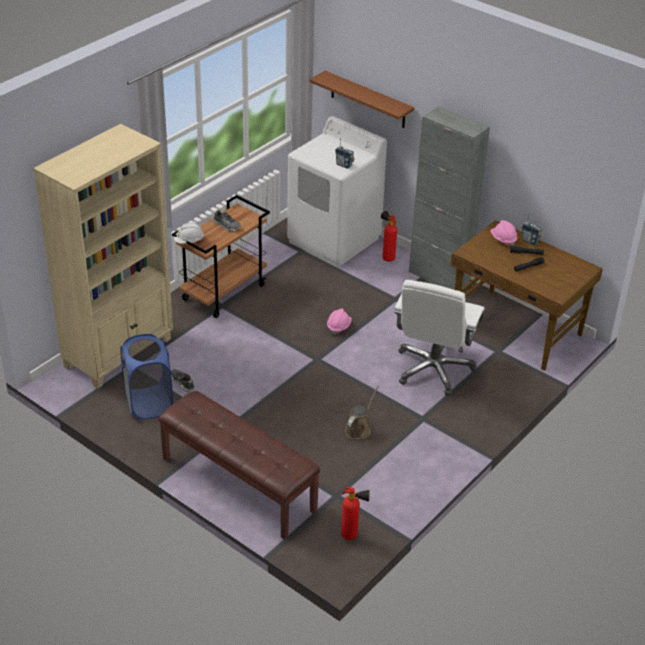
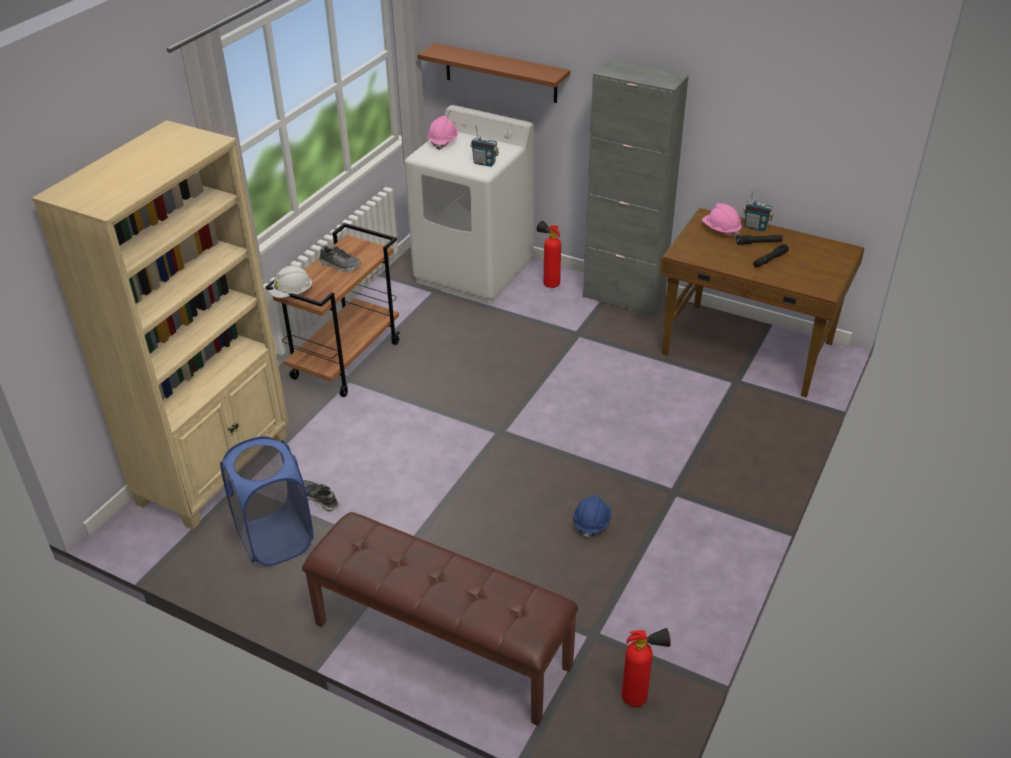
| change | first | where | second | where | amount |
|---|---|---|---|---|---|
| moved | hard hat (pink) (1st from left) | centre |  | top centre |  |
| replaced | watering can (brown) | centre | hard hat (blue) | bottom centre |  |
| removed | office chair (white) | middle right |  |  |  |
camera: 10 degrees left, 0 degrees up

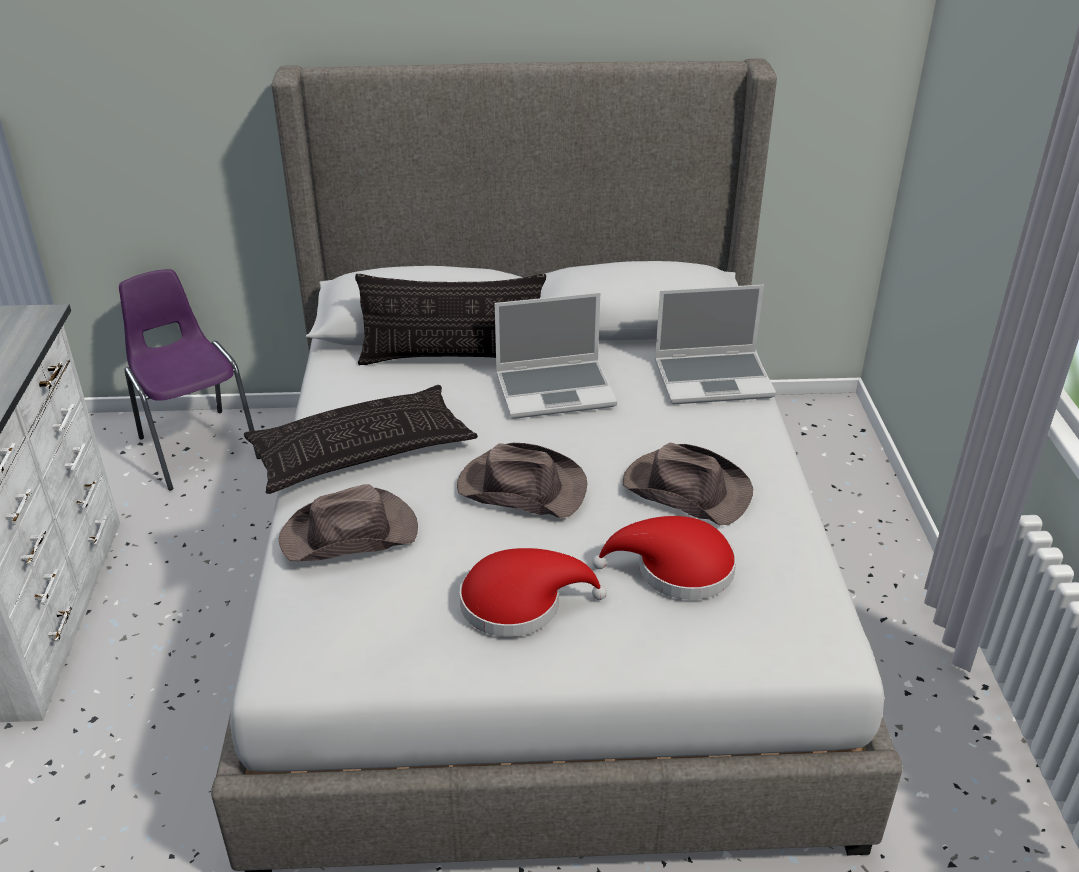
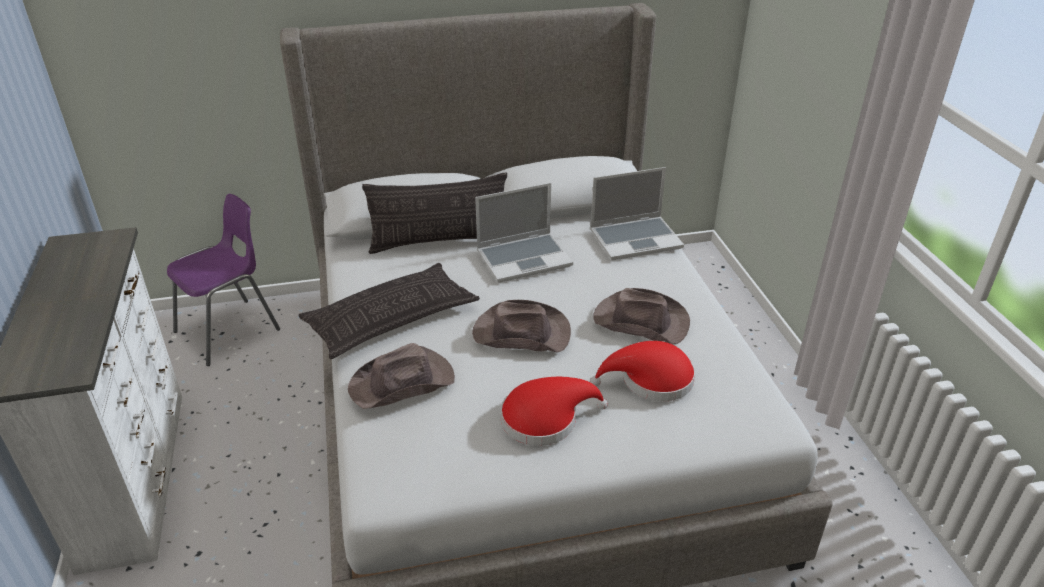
| change | first | where | second | where | amount |
|---|---|---|---|---|---|
| turned | chair (purple) | middle left |  | middle left | 90 degrees clockwise |
camera: 10 degrees left, 0 degrees up

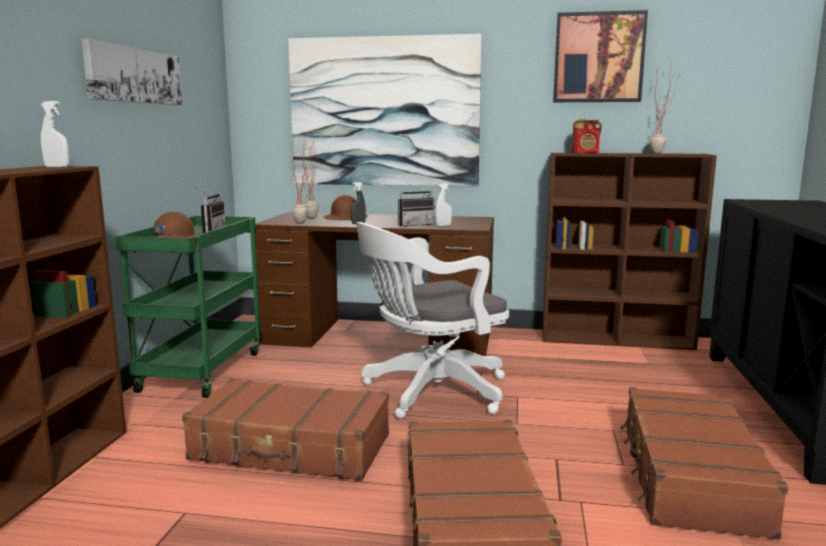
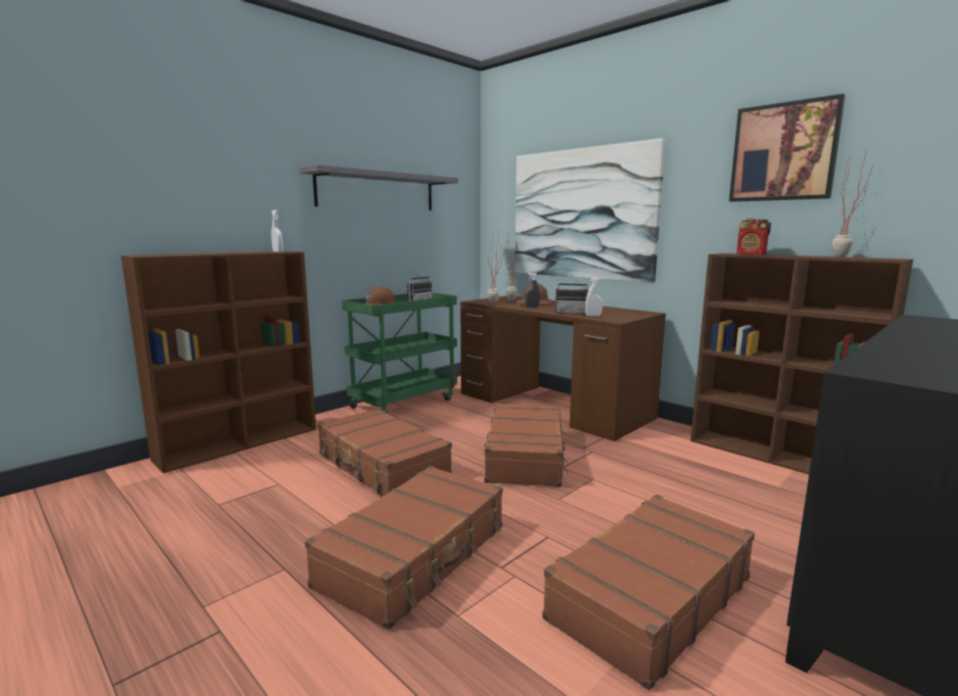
| change | first | where | second | where | amount |
|---|---|---|---|---|---|
| replaced | picture (1st from left) | top left | shelf (grey) | top centre |  |
| replaced | office chair (white) | centre | suitcase (brown) (3rd from left) | centre |  |
camera: 35 degrees right, 0 degrees up

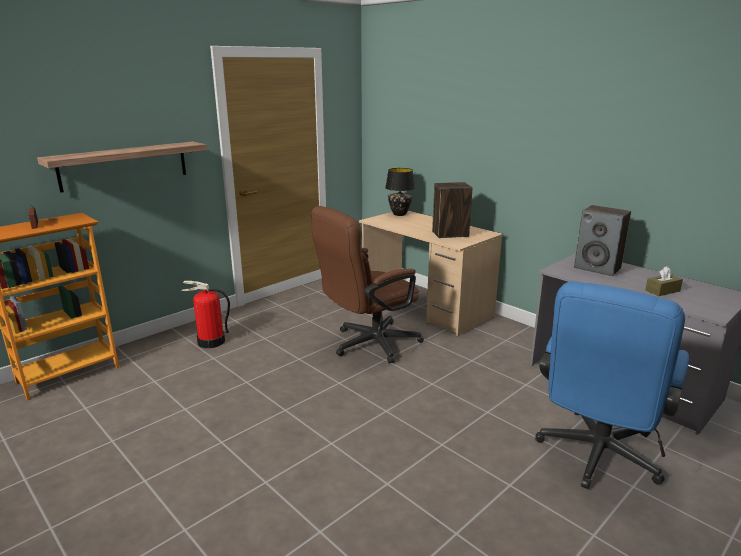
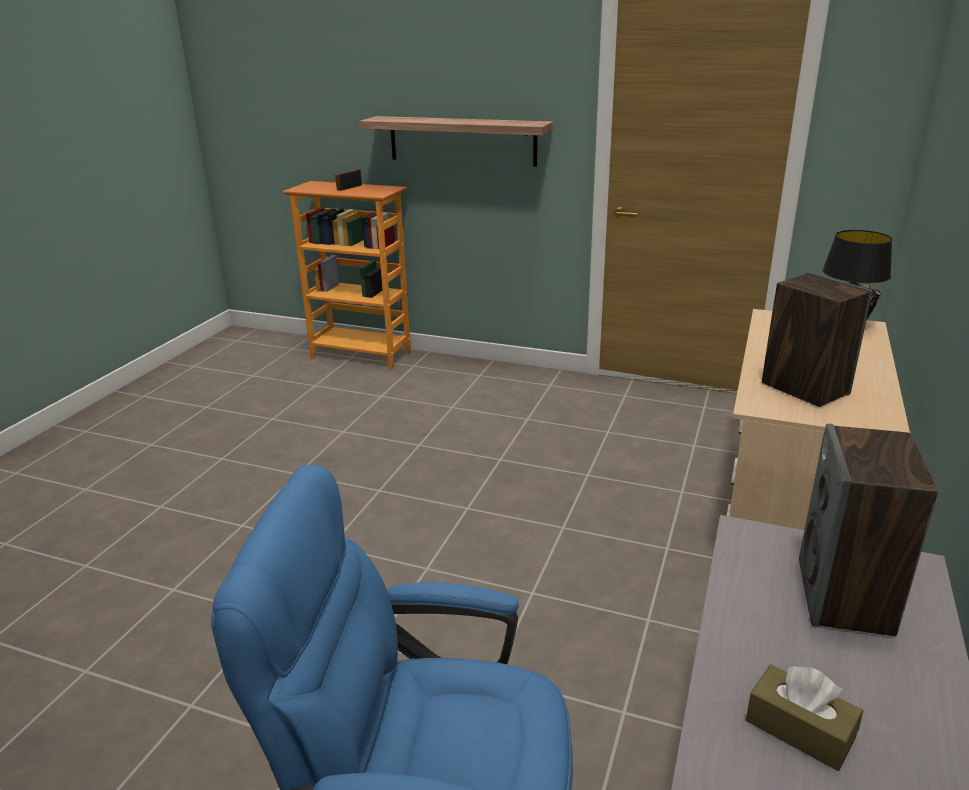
| change | first | where | second | where | amount |
|---|---|---|---|---|---|
| removed | fire extinguisher | middle left |  |  |  |
| removed | office chair (brown) | centre |  |  |  |
camera: 65 degrees right, 5 degrees up

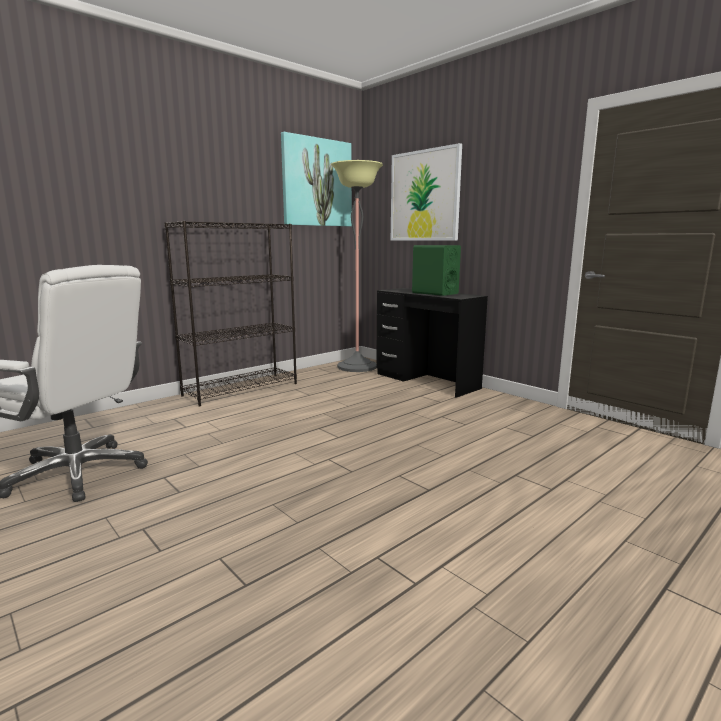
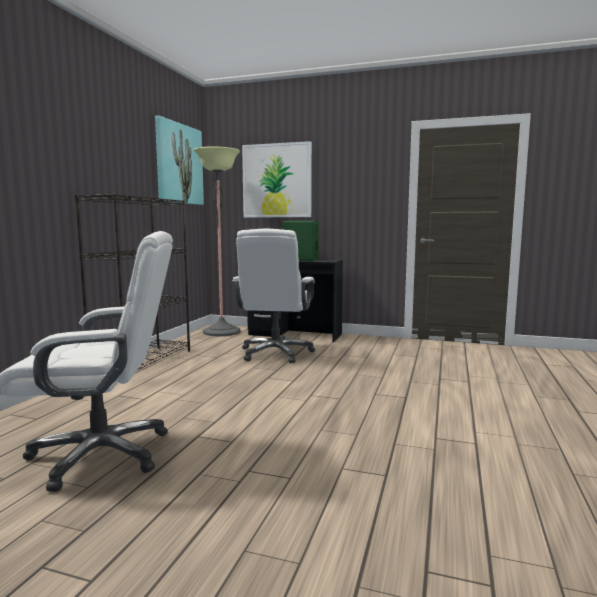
| change | first | where | second | where | amount |
|---|---|---|---|---|---|
| added |  |  | office chair (white) (2nd from left) | centre |  |
camera: 30 degrees left, 5 degrees down

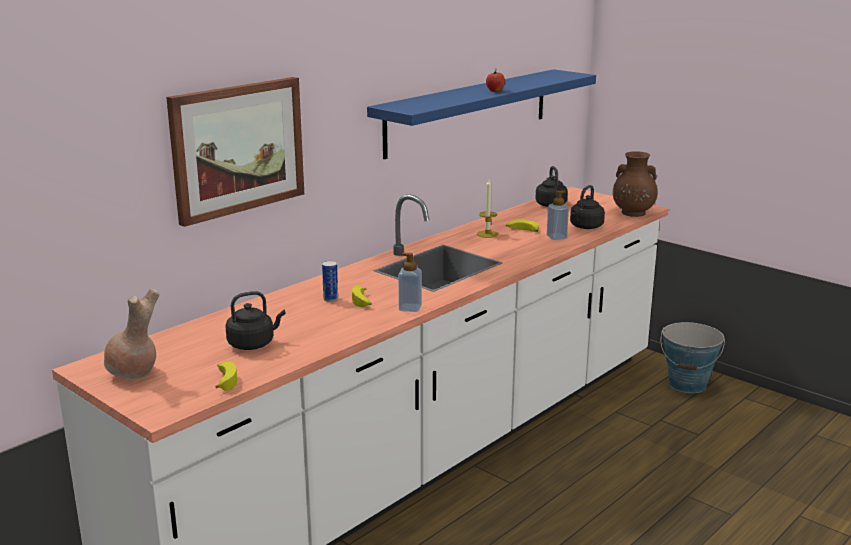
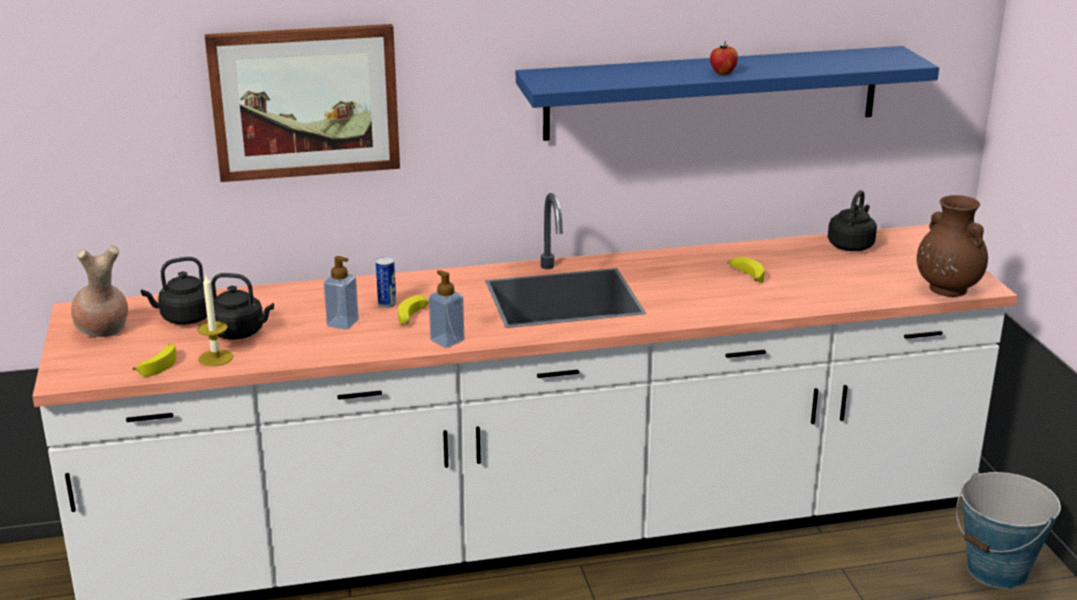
| change | first | where | second | where | amount |
|---|---|---|---|---|---|
| moved | candle | centre |  | middle left |  |
| moved | soap dispenser (2nd from left in the first image) | centre | soap dispenser (1st from left) | middle left |  |
| moved | kettle (black) (3rd from left in the first image) | middle right | kettle (black) (1st from left) | middle left |  |
camera: 35 degrees right, 5 degrees up

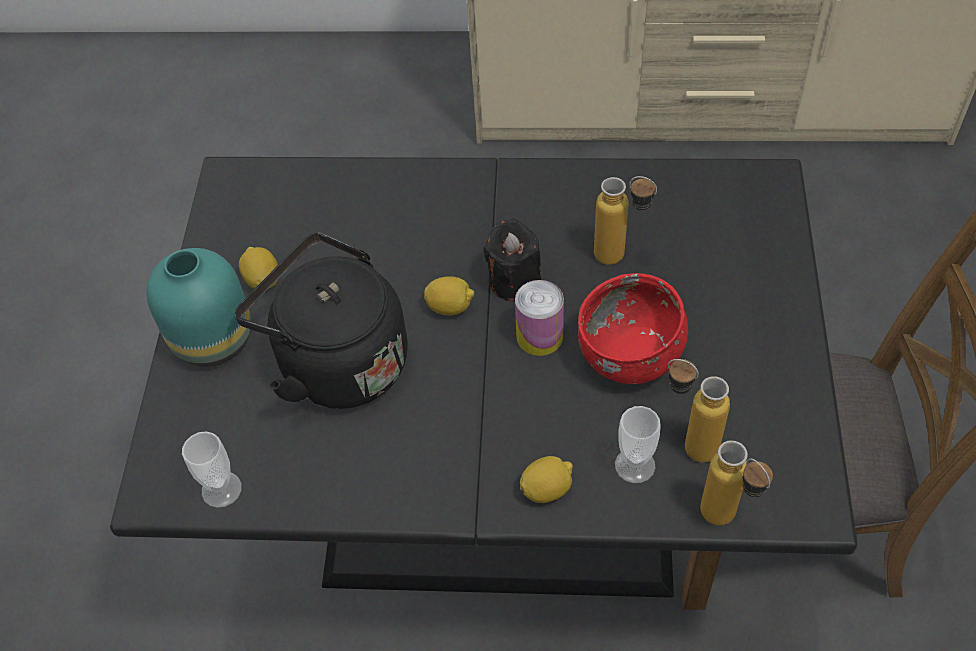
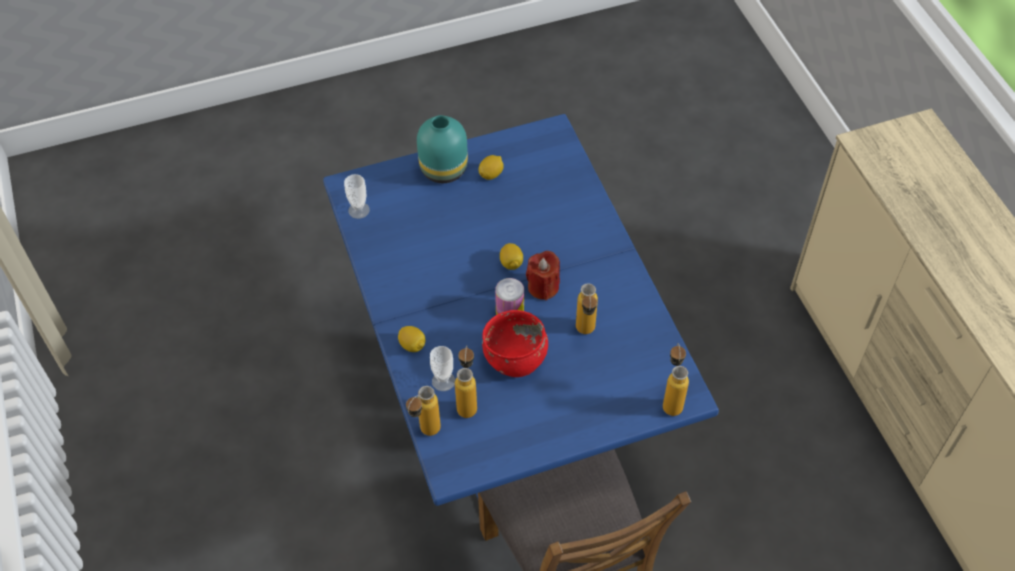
| change | first | where | second | where | amount |
|---|---|---|---|---|---|
| recoloured | dining table (black) | centre | dining table (blue) | centre |  |
| removed | kettle (black) | middle left |  |  |  |
| recoloured | candle (black) | centre | candle (red) | centre |  |
| added |  |  | bottle (4th from left) | centre |  |
camera: 65 degrees right, 0 degrees up

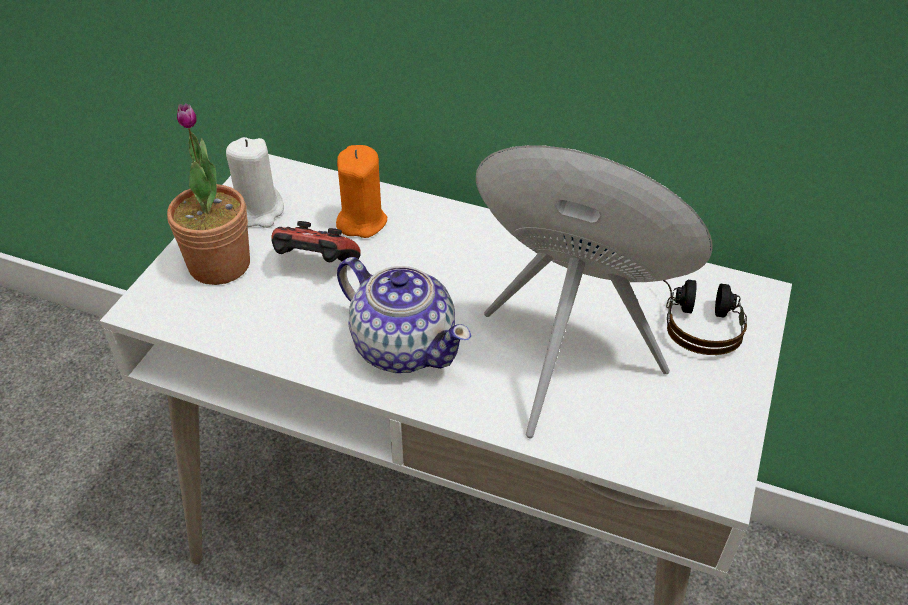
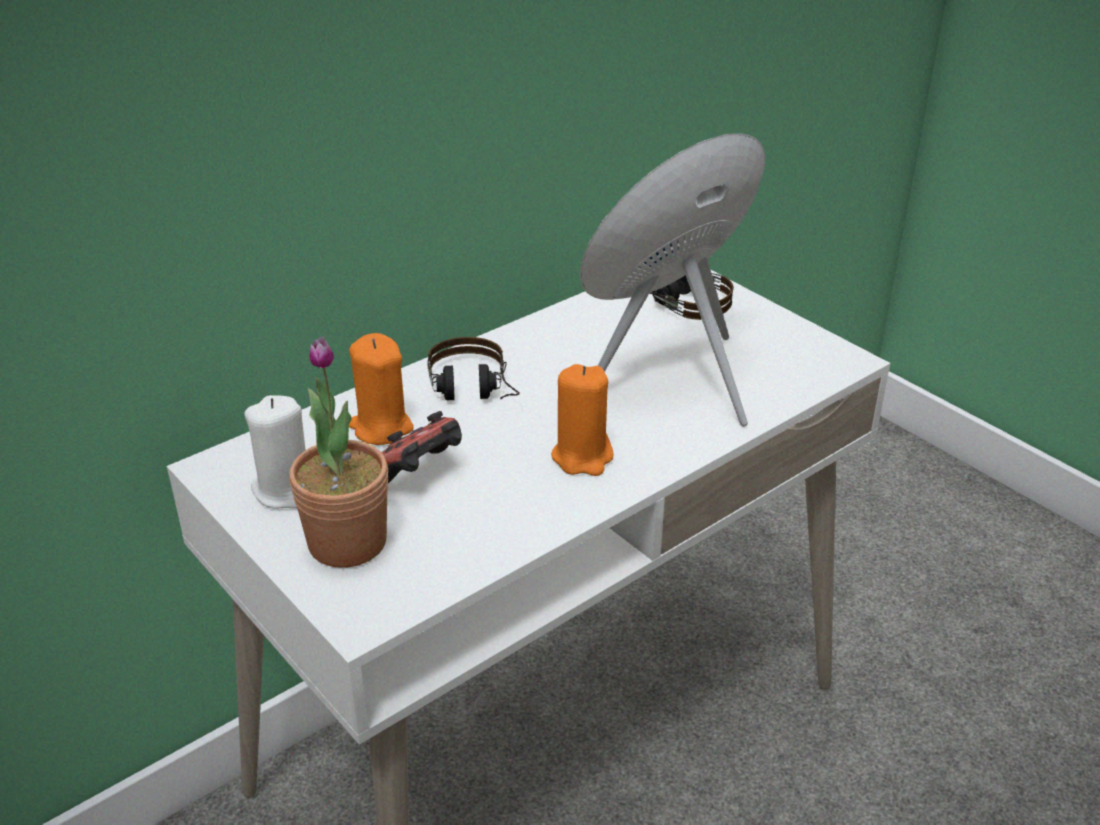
| change | first | where | second | where | amount |
|---|---|---|---|---|---|
| replaced | teapot | centre | candle (orange) (2nd from left) | centre |  |
| added |  |  | headphones (1st from left) | centre |  |
camera: 60 degrees left, 10 degrees down

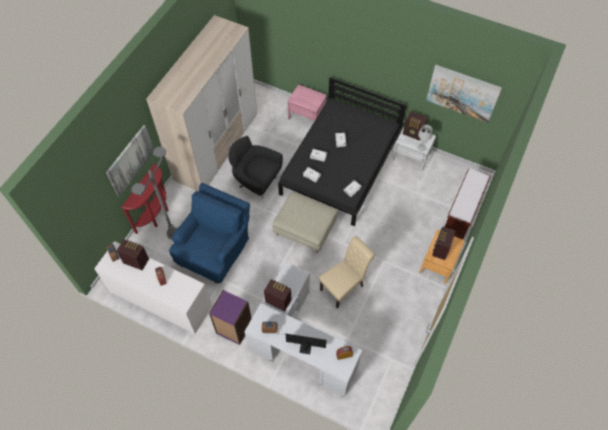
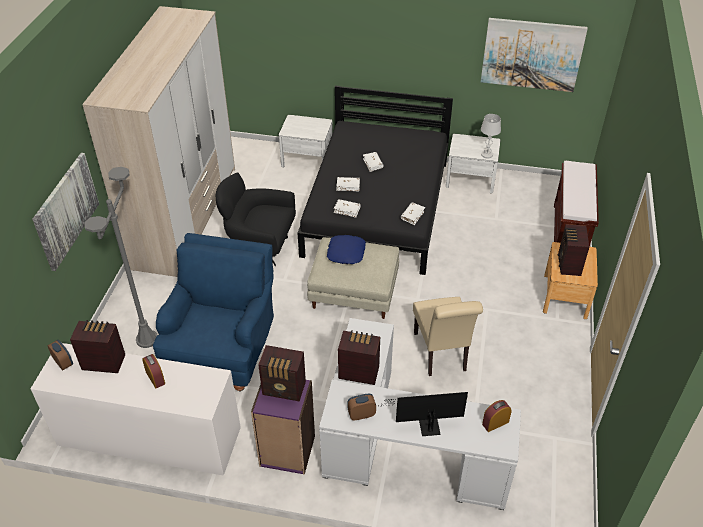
| change | first | where | second | where | amount |
|---|---|---|---|---|---|
| removed | console table (red) | middle left |  |  |  |
| recoloured | nightstand (pink) | top centre | nightstand (white) (1st from left) | top centre |  |
| turned | chair (beige) | centre |  | centre | 135 degrees clockwise |
| moved | radio (3rd from left in the first image) | top right | radio (2nd from left) | bottom centre |  |
| added |  |  | pillow (blue) | centre |  |
camera: 15 degrees left, 15 degrees down

